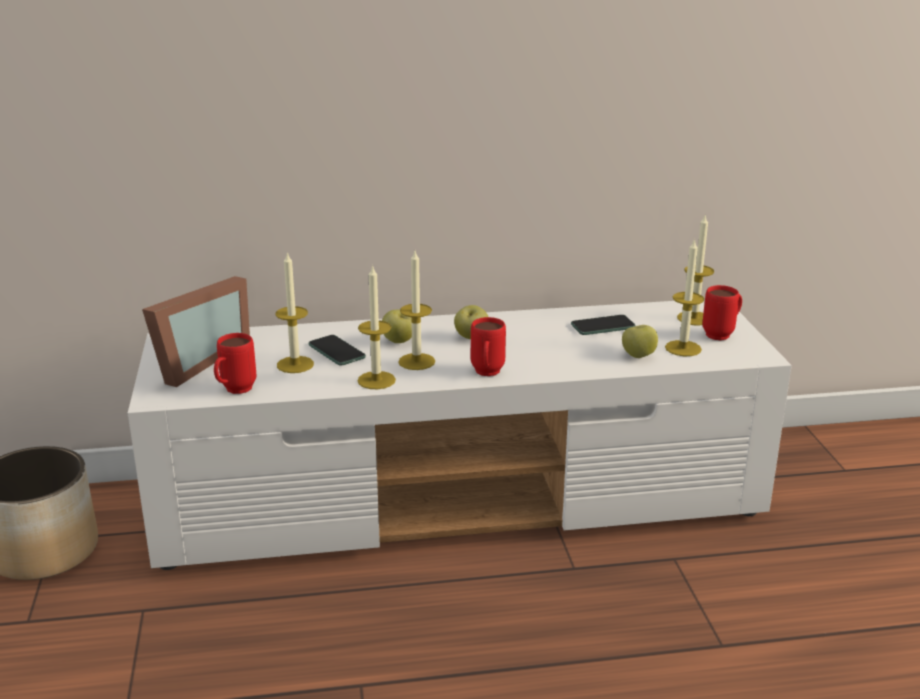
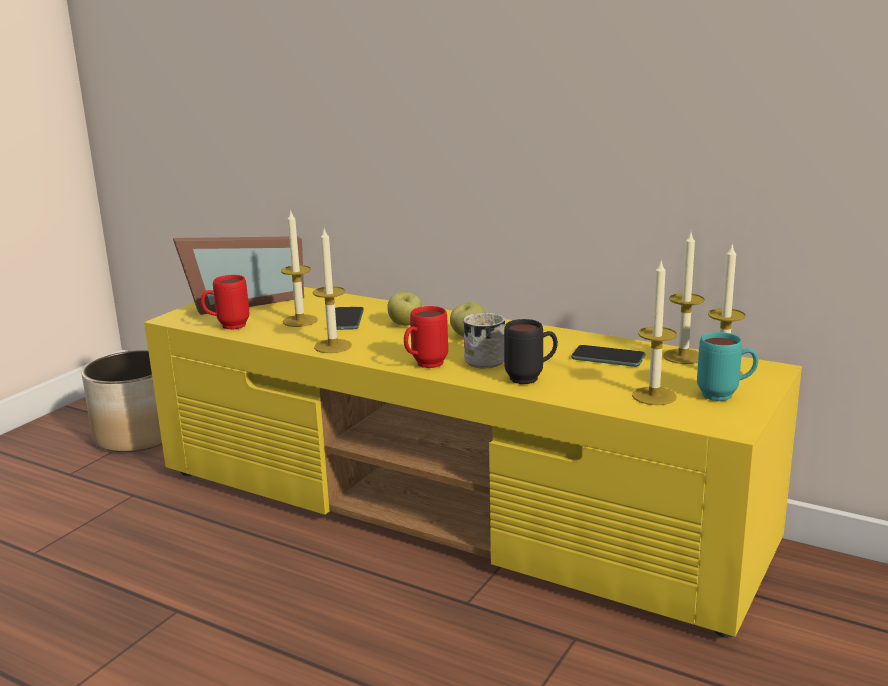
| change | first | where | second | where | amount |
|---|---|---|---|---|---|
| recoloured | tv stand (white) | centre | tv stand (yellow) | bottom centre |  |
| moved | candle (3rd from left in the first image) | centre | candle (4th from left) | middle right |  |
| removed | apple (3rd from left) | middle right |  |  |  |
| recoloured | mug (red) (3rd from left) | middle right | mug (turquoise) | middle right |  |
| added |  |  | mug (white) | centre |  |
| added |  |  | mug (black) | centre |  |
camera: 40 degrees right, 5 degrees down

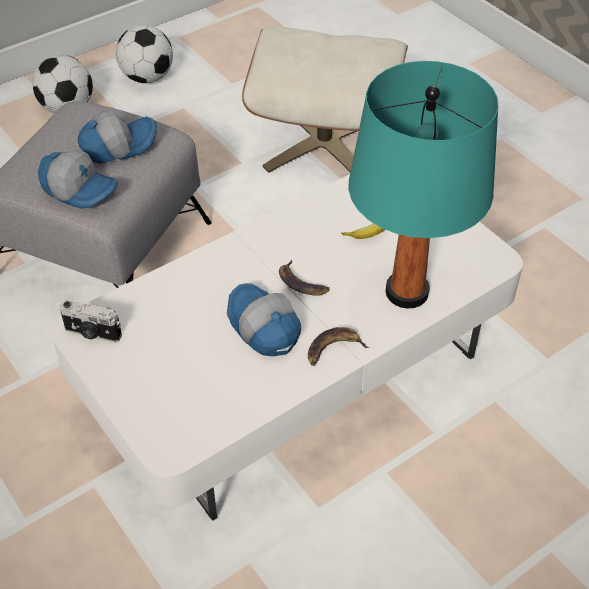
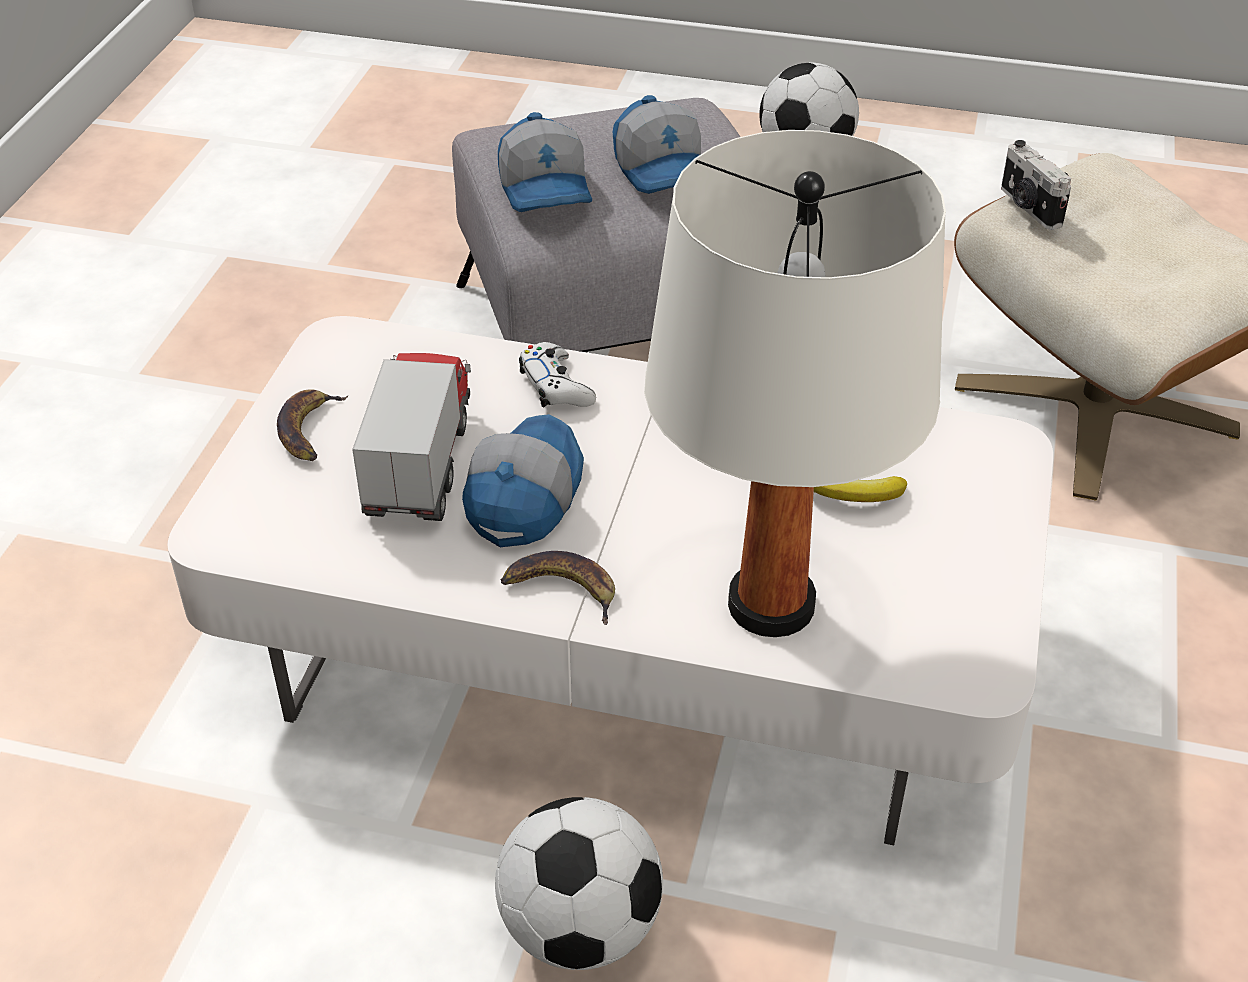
| change | first | where | second | where | amount |
|---|---|---|---|---|---|
| moved | photo camera | middle left |  | top right |  |
| turned | cap (2nd from left in the first image) | top left | cap (3rd from left) | top centre | 45 degrees clockwise |
| moved | football (2nd from left in the first image) | top left | football (1st from left) | bottom centre |  |
| moved | banana (1st from left) | centre |  | middle left |  |
| recoloured | table lamp (turquoise) | top right | table lamp (white) | centre |  |
| added |  |  | toy truck | middle left |  |
| added |  |  | game controller (white) | centre |  |
camera: 50 degrees right, 5 degrees down

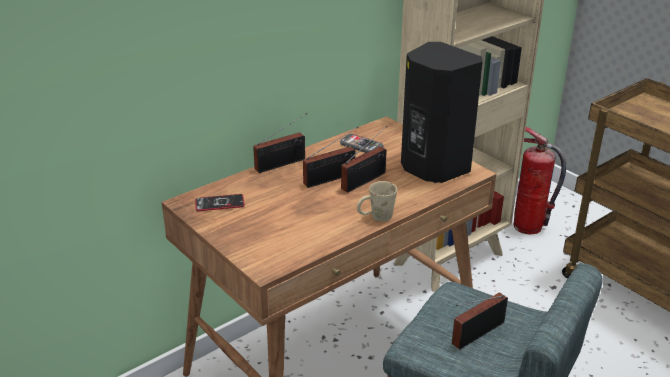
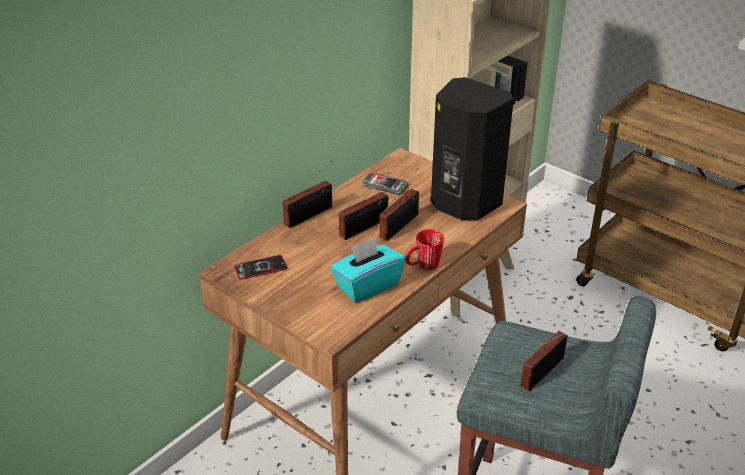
| change | first | where | second | where | amount |
|---|---|---|---|---|---|
| recoloured | mug (beige) | centre | mug (red) | centre |  |
| removed | fire extinguisher | middle right |  |  |  |
| added |  |  | tissue box (turquoise) | centre |  |
camera: 10 degrees left, 5 degrees up

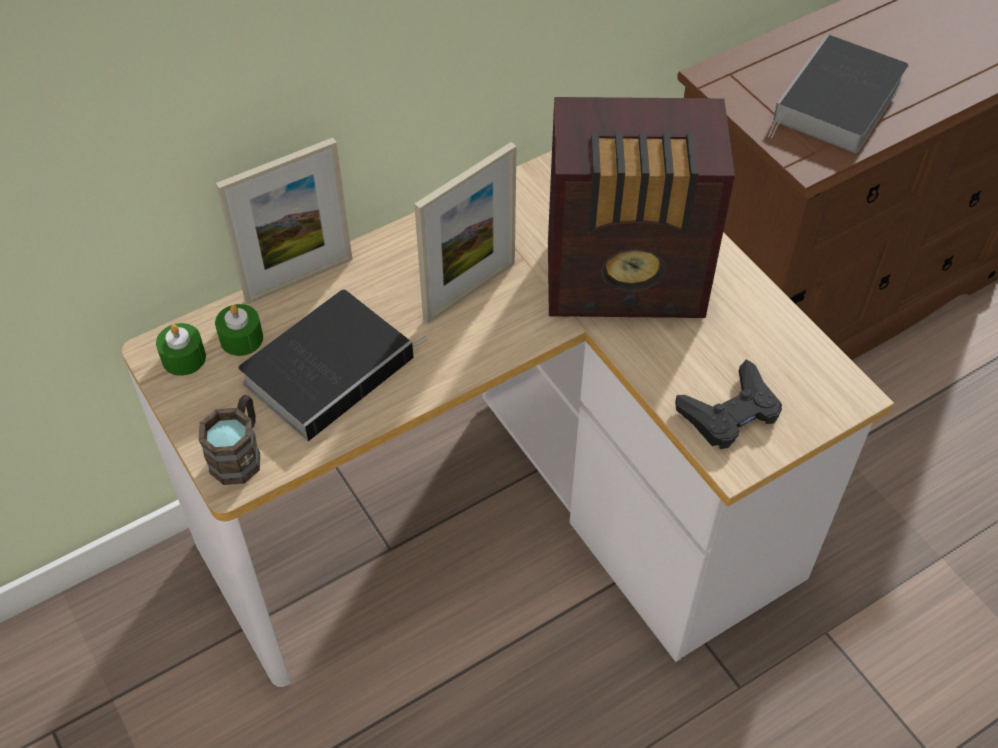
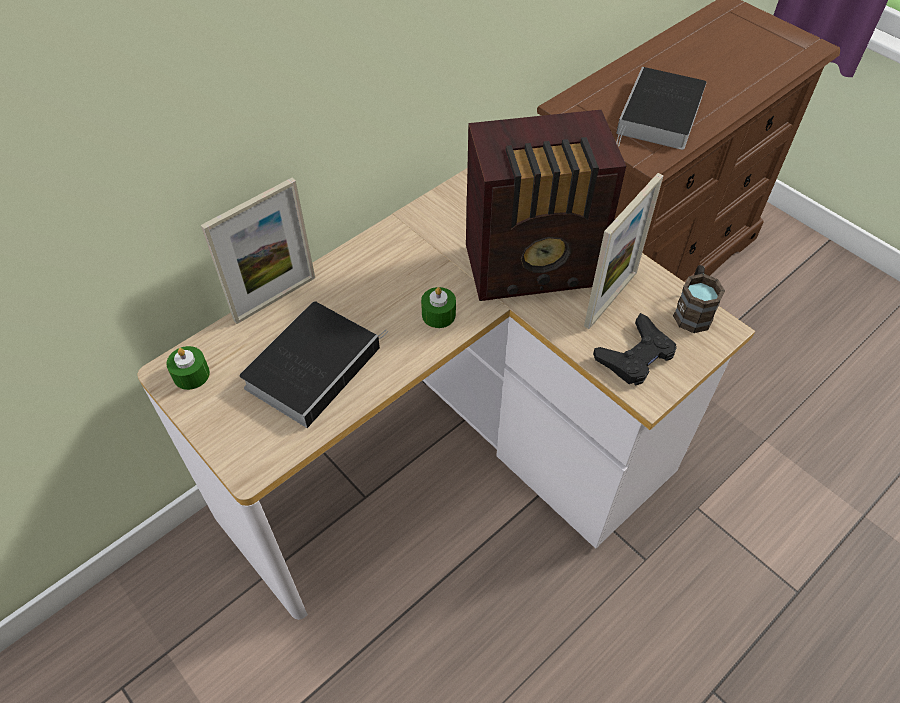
| change | first | where | second | where | amount |
|---|---|---|---|---|---|
| moved | mug (brown) | middle left |  | middle right |  |
| moved | candle (green) (2nd from left) | middle left |  | centre |  |
| moved | picture frame (2nd from left) | top centre |  | middle right |  |
camera: 10 degrees left, 0 degrees up

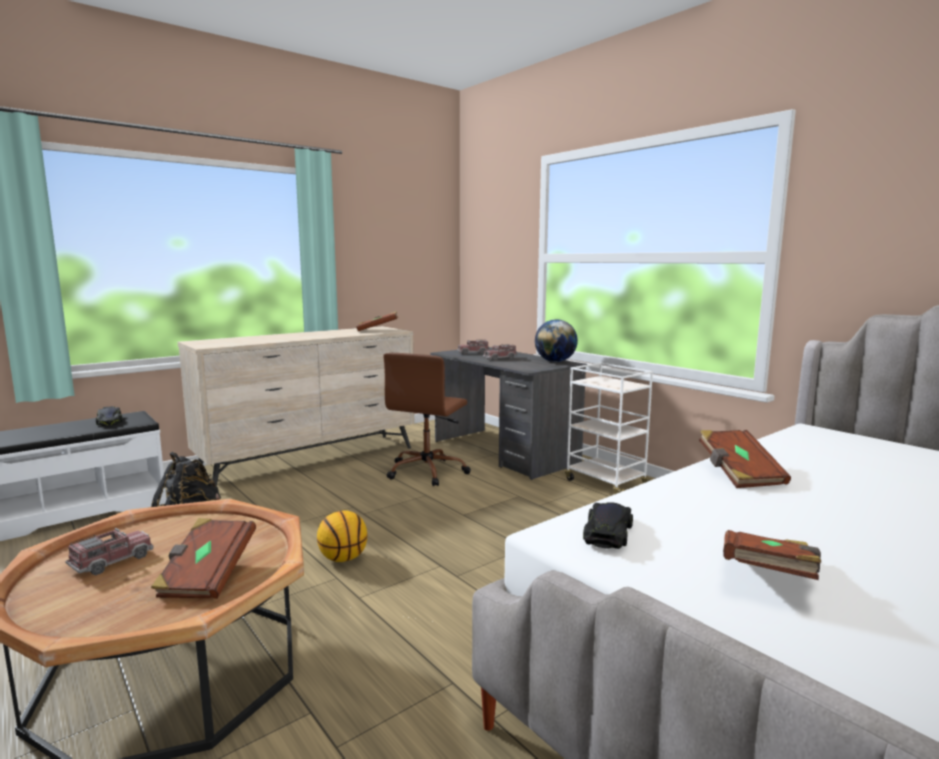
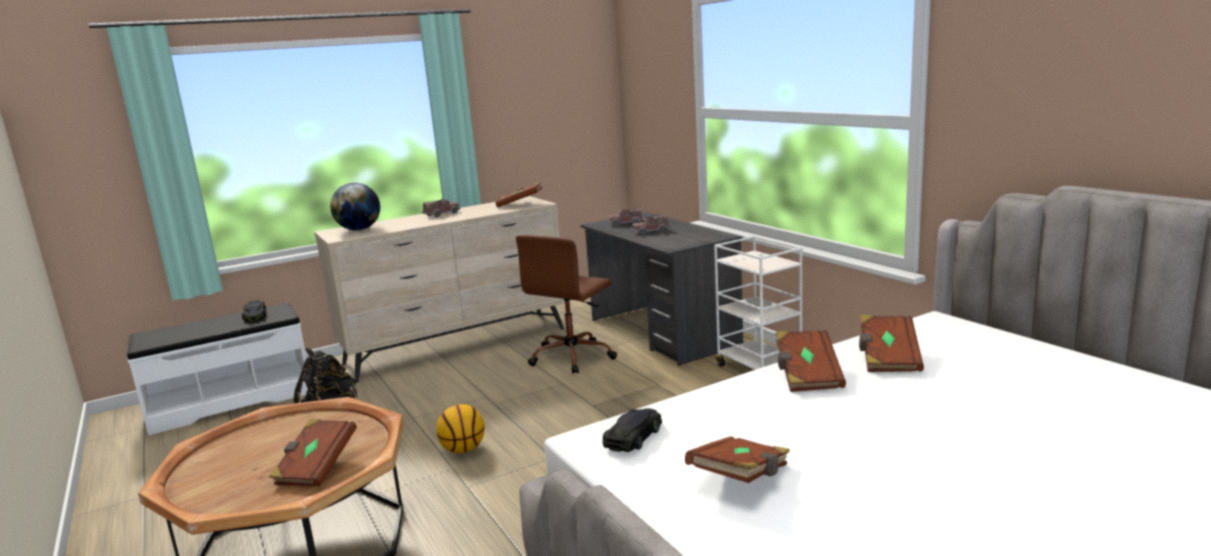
| change | first | where | second | where | amount |
|---|---|---|---|---|---|
| moved | toy truck (1st from left) | bottom left |  | centre |  |
| moved | globe | centre |  | middle left |  |
| added |  |  | book (brown) (5th from left) | middle right |  |
camera: 10 degrees right, 5 degrees up

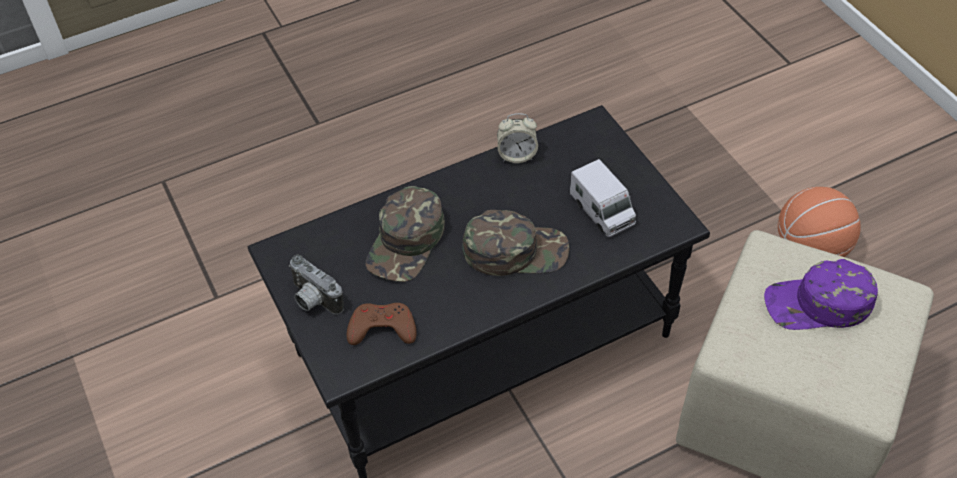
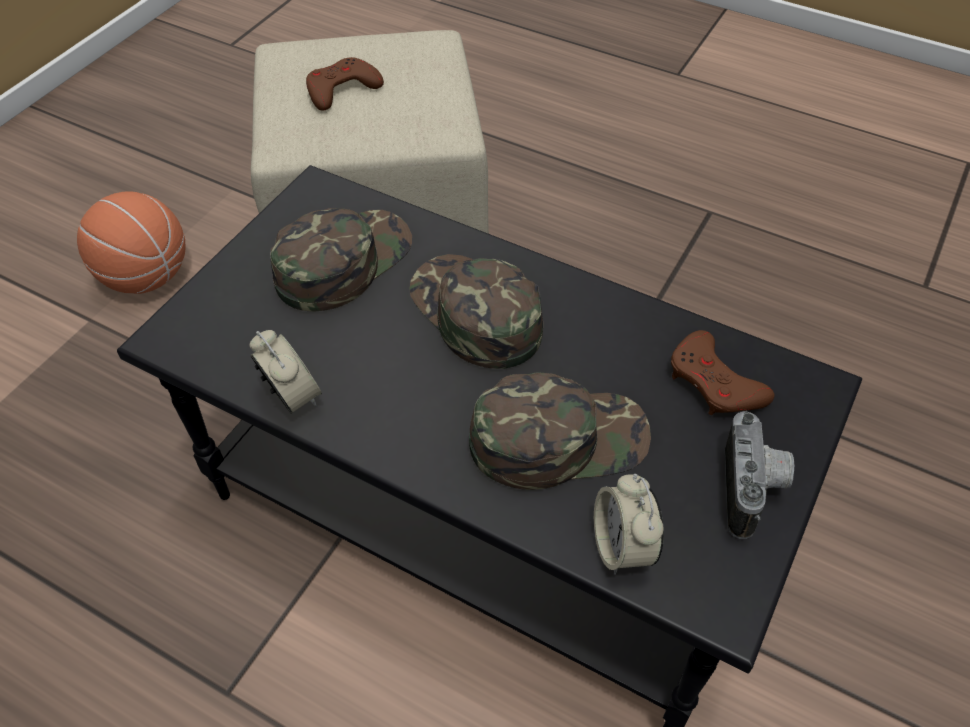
| change | first | where | second | where | amount |
|---|---|---|---|---|---|
| replaced | toy truck | centre | cap (green) (1st from left) | centre |  |
| replaced | cap (purple) | middle right | game controller (brown) (1st from left) | top centre |  |
| added |  |  | alarm clock (2nd from left) | bottom centre |  |
camera: 125 degrees left, 0 degrees up

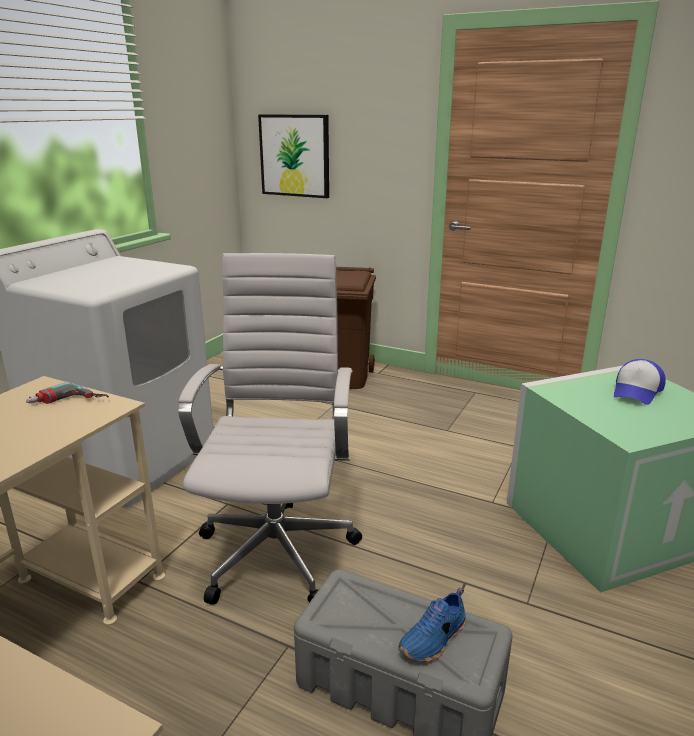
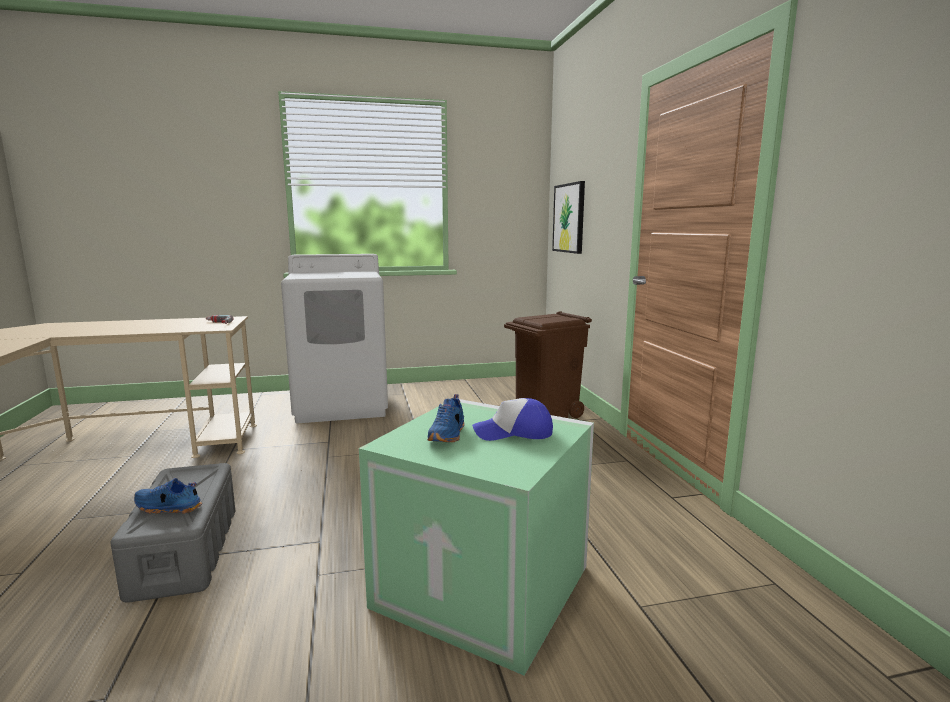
| change | first | where | second | where | amount |
|---|---|---|---|---|---|
| removed | office chair (white) | centre |  |  |  |
| added |  |  | shoe (blue) (2nd from left) | centre |  |
camera: 50 degrees right, 10 degrees down

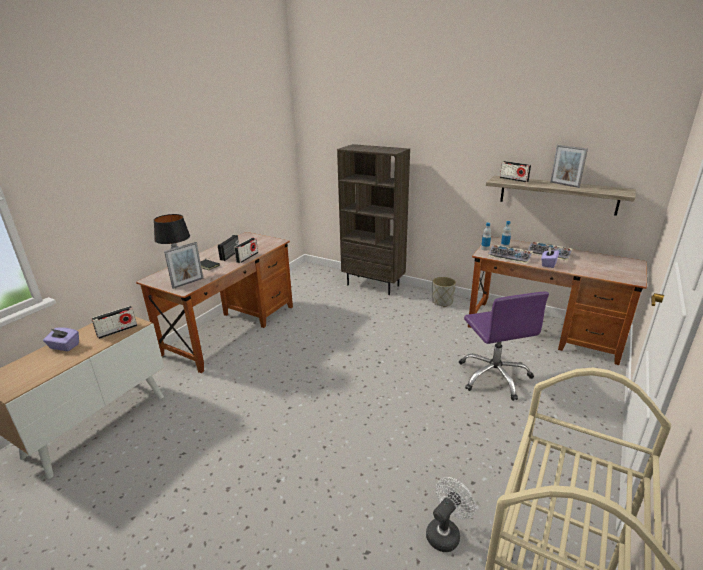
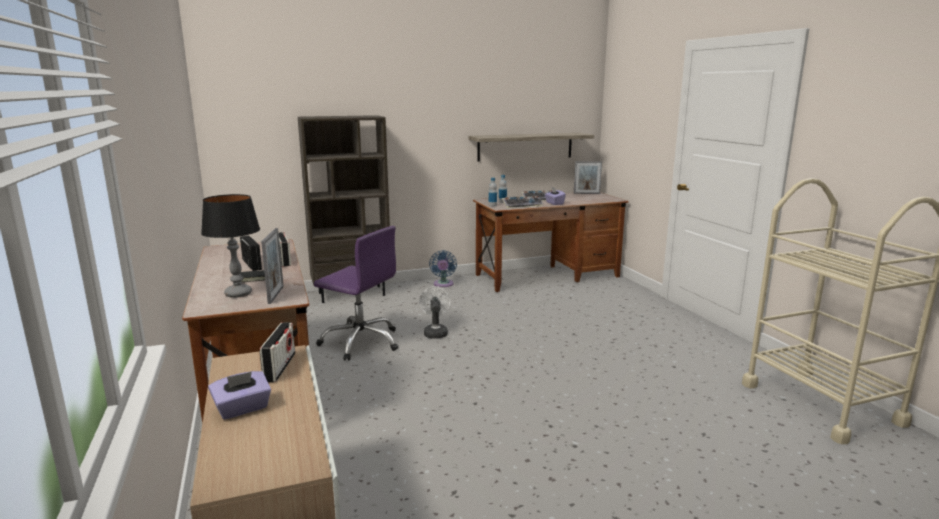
| change | first | where | second | where | amount |
|---|---|---|---|---|---|
| moved | fan (white) | bottom centre |  | centre |  |
| replaced | planter (grey) | centre | fan (blue) | centre |  |
| moved | office chair (purple) | middle right |  | centre |  |
| removed | radio (4th from left) | top right |  |  |  |
| moved | picture frame (2nd from left) | top right |  | centre |  |
camera: 50 degrees left, 10 degrees down

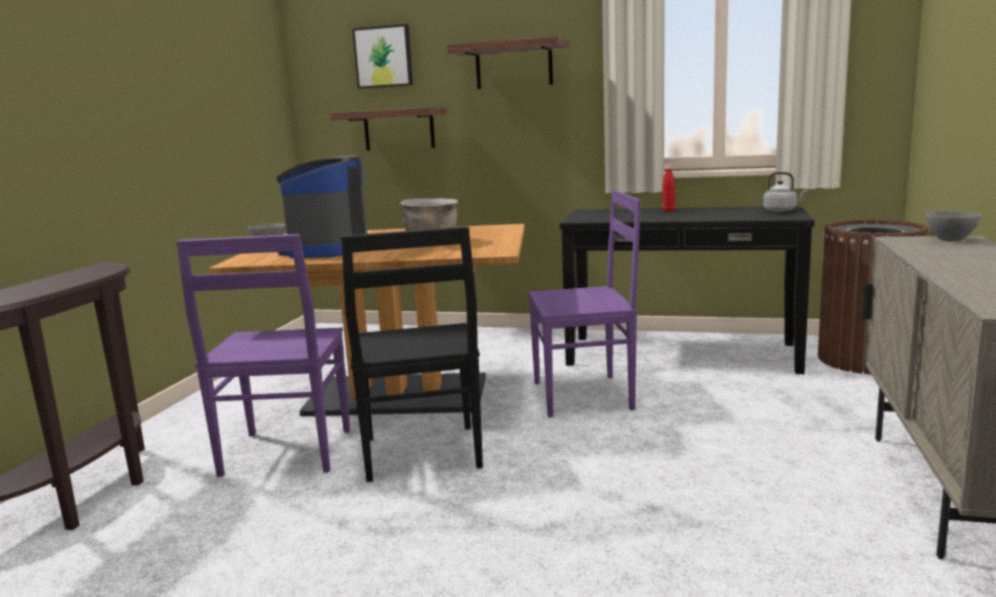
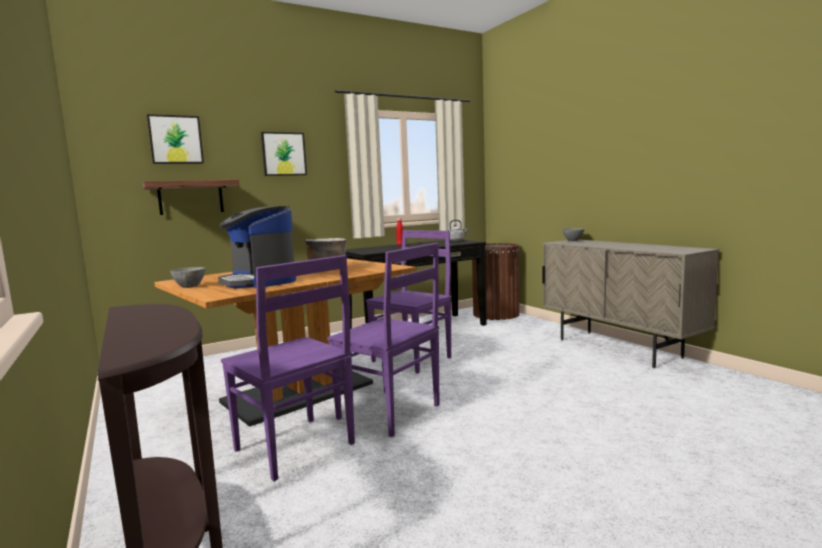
| change | first | where | second | where | amount |
|---|---|---|---|---|---|
| recoloured | chair (black) | centre | chair (purple) (2nd from left) | centre |  |
| replaced | shelf (2nd from left) | top centre | picture (2nd from left) | top centre |  |
camera: 45 degrees left, 5 degrees down

